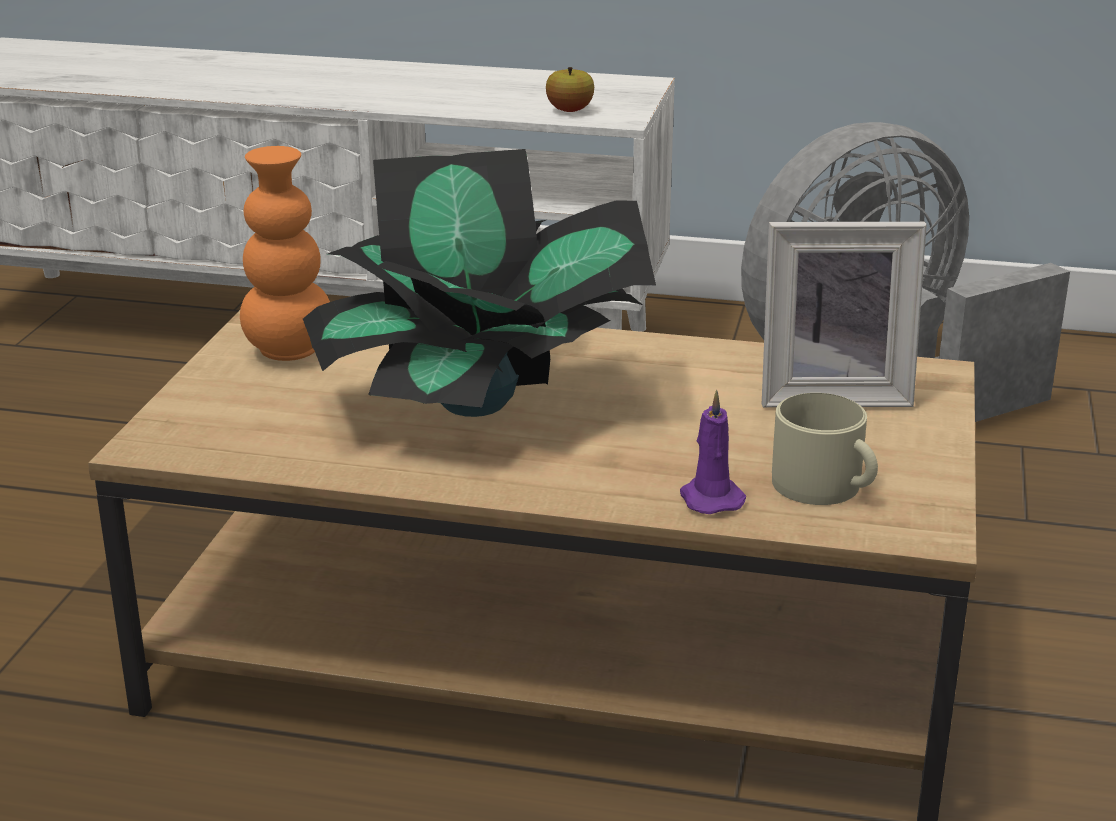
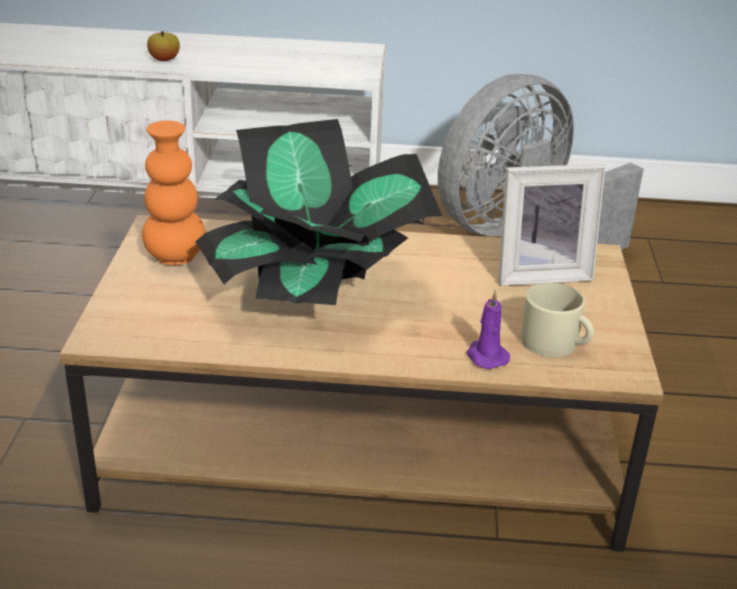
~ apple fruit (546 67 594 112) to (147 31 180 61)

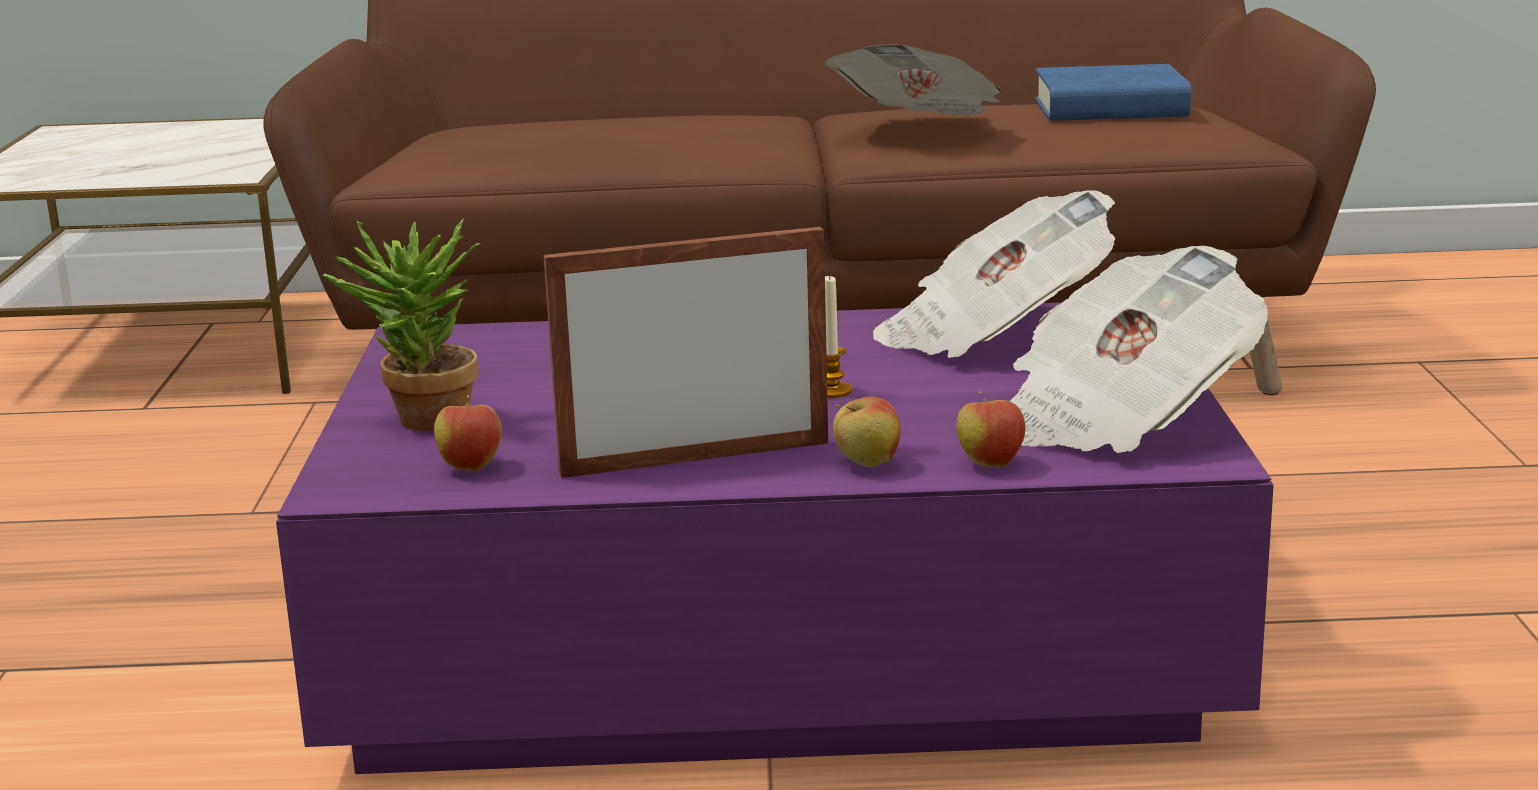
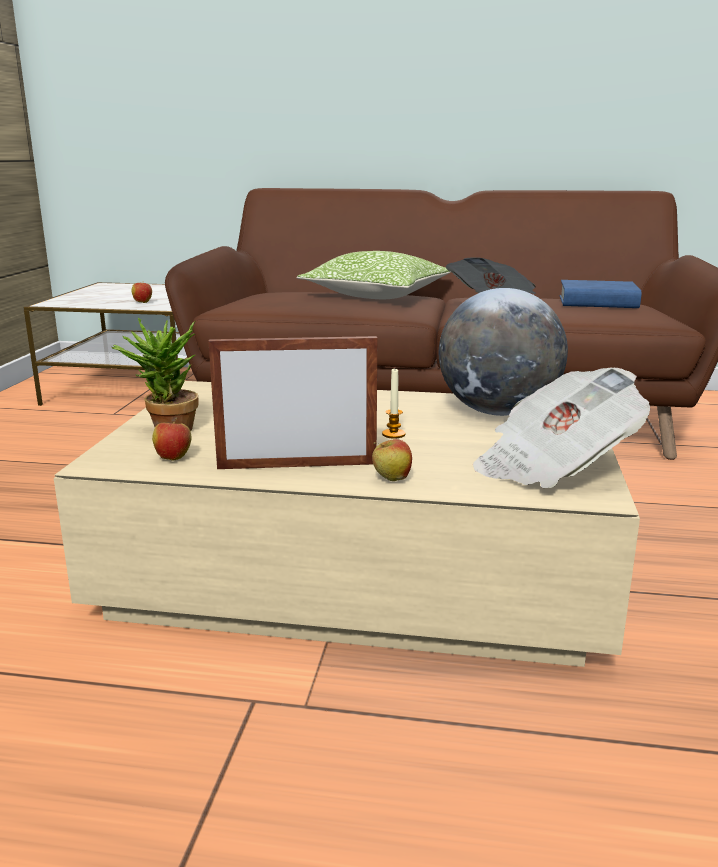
+ cushion (296 251 451 299)
~ apple fruit (956 391 1025 468) to (132 283 152 303)
~ printed paper (873 190 1115 358) to world globe (439 288 568 416)
~ coffee table (purplish) (276 302 1274 774) to coffee table (beige-coloured) (54 381 640 667)

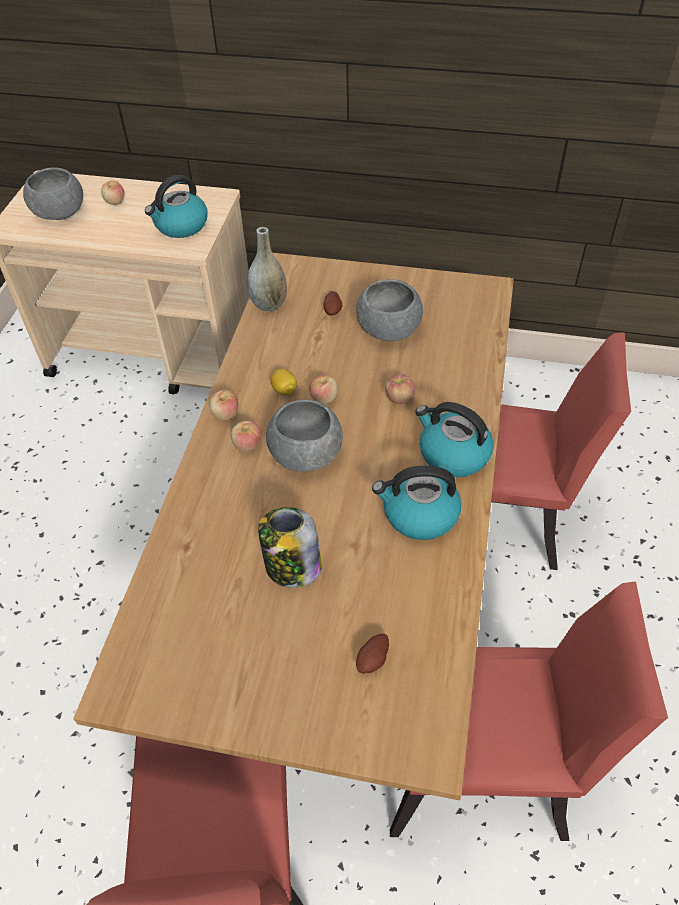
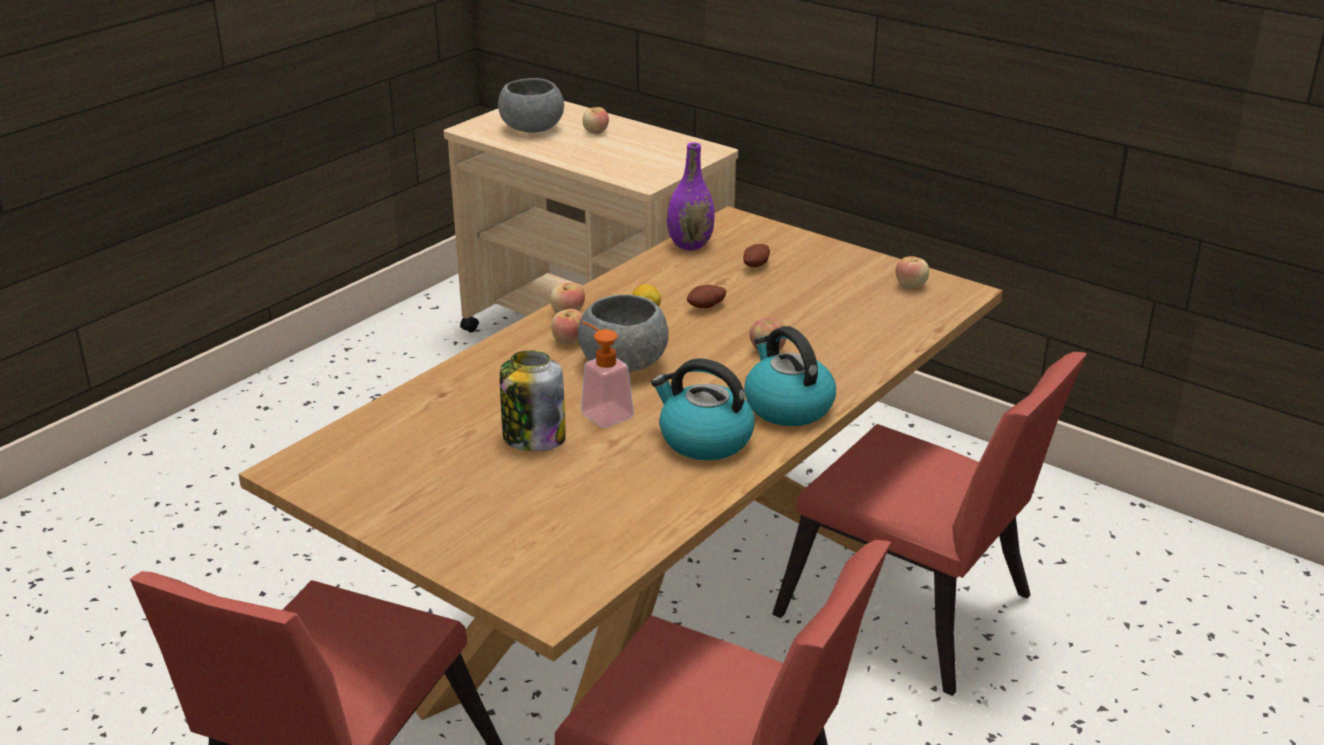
- water kettle (145 175 208 238)
- deep dish (grey) (356 279 423 341)
+ liquid soap bottle (581 321 634 428)
~ apple fruit (309 375 338 404) to (896 256 929 288)
~ spud (356 634 389 674) to (687 285 726 309)
~ decorative vase (grey) (247 227 287 311) to decorative vase (purplish) (667 142 715 251)

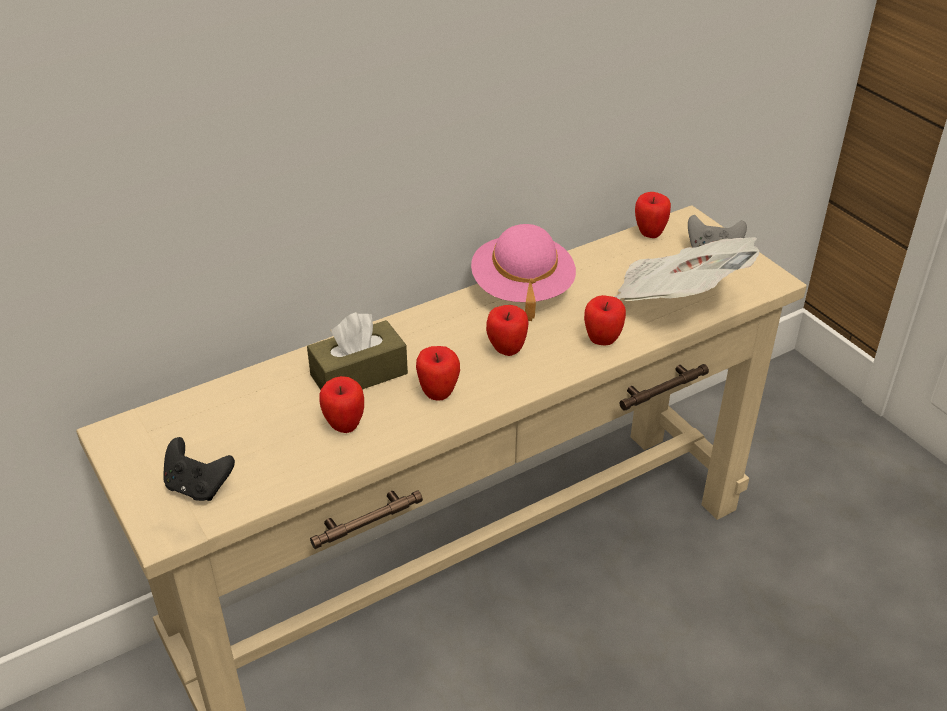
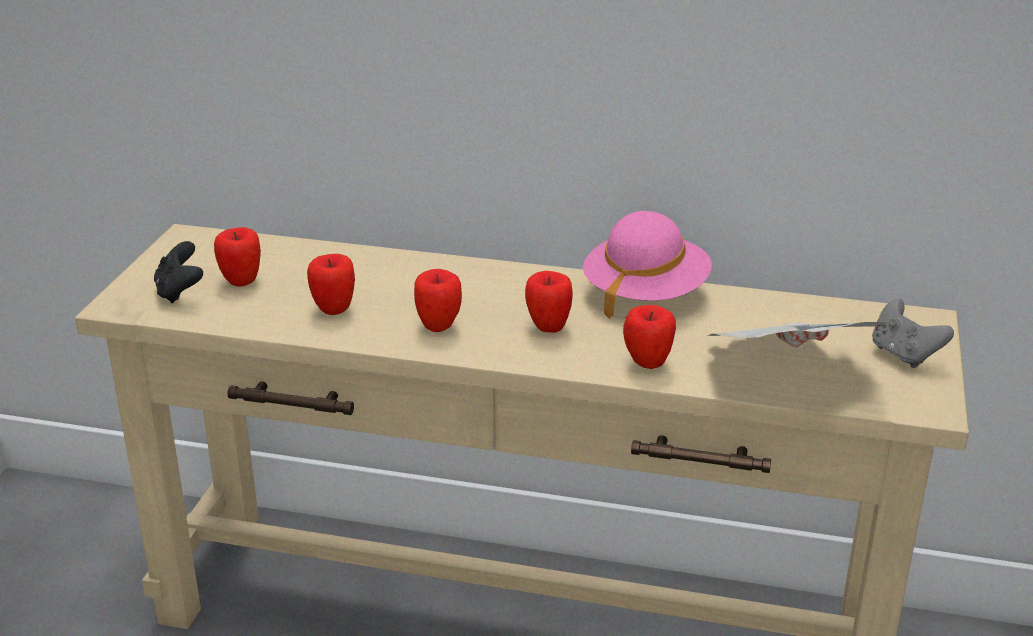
- box of tissues (brown-coloured) (307 312 408 390)
~ apple fruit (635 192 671 238) to (214 227 261 287)

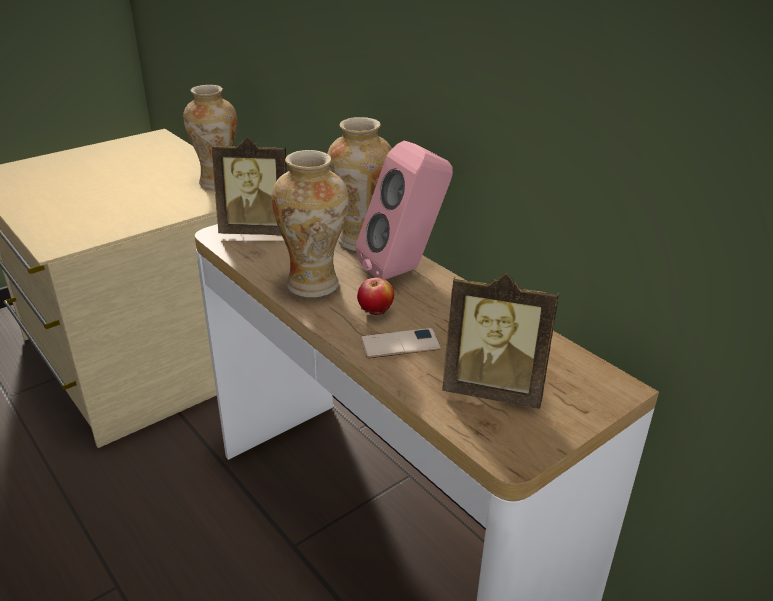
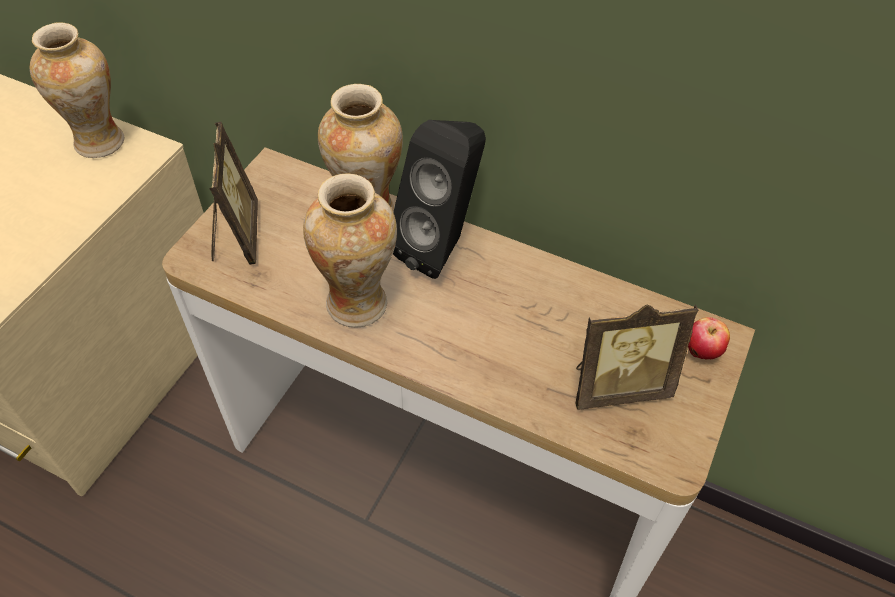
- telephone (360 328 441 358)
~ apple fruit (357 278 394 315) to (688 317 730 359)
~ speaker (pinkish) (356 141 453 280) to speaker (blackish) (393 120 486 279)
~ standing frame (212 136 287 235) = (209 122 258 265) 75 degrees counterclockwise

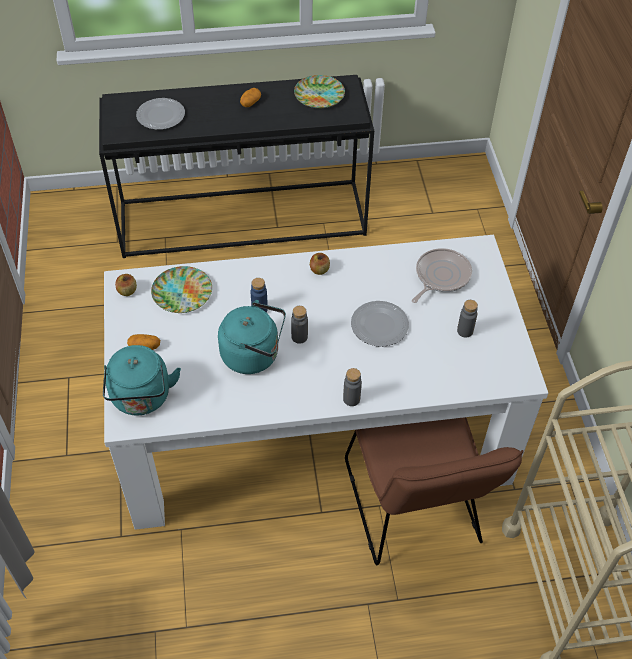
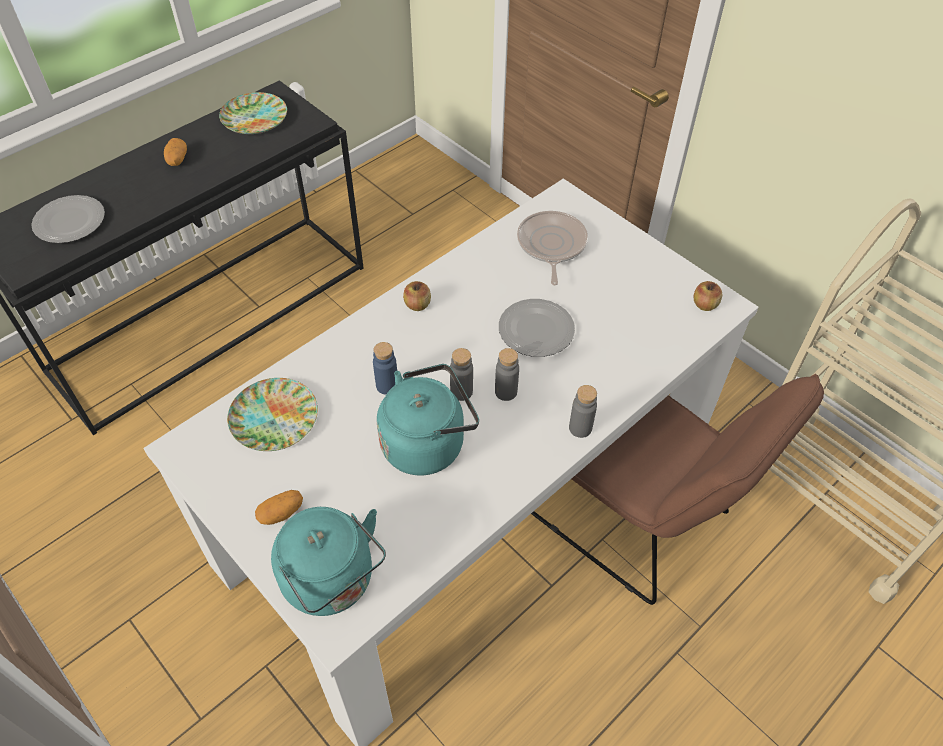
~ apple fruit (115 274 137 296) to (693 281 722 311)
~ beverage bottle (grey) (457 300 478 337) to (495 348 519 401)

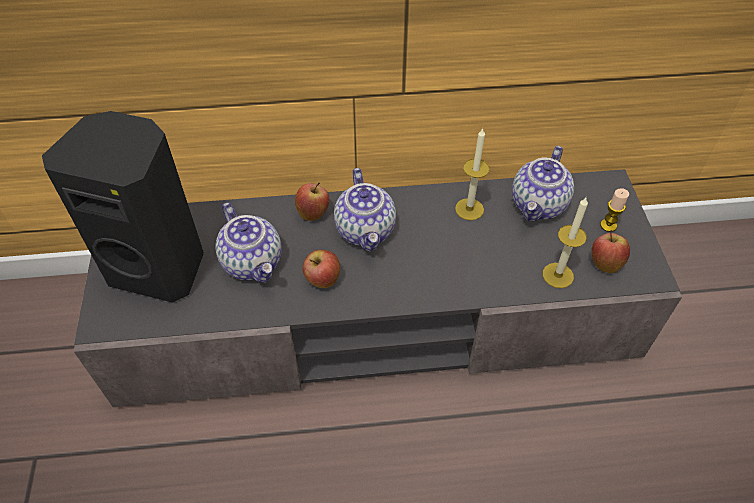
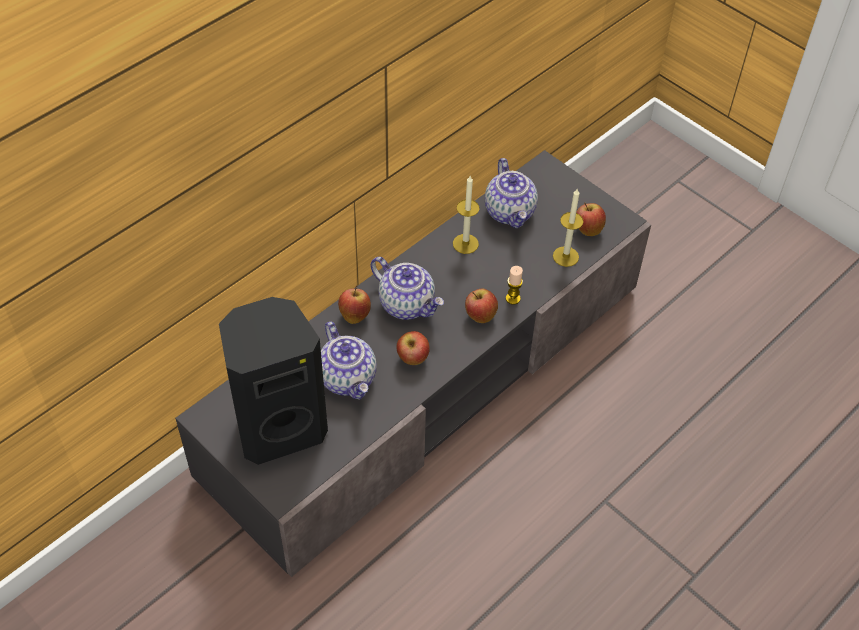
+ apple fruit (465 289 498 323)
~ candle (600 188 629 232) to (506 266 523 305)
~ teapot (215 203 282 283) = (321 322 377 400) 45 degrees clockwise

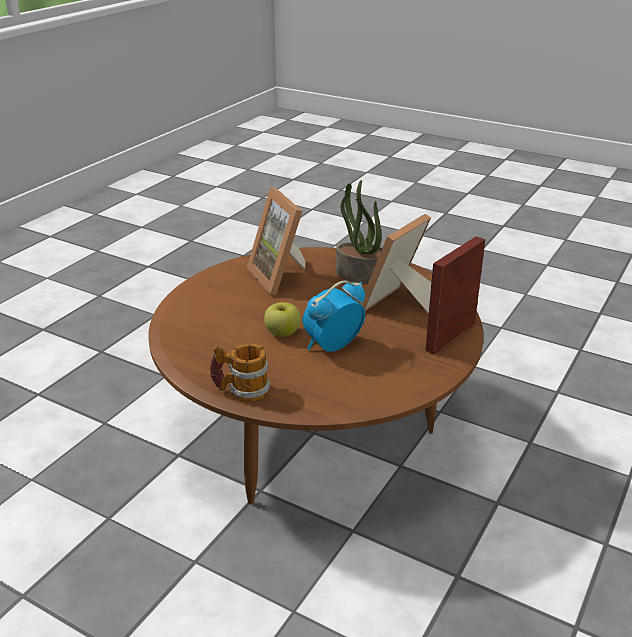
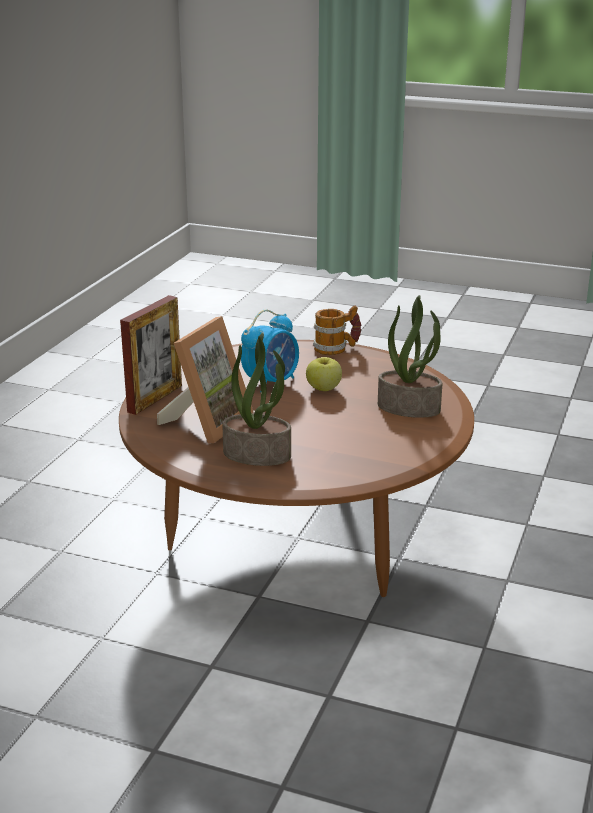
- standing frame (247 187 306 295)
+ plant in a pot (378 295 442 418)

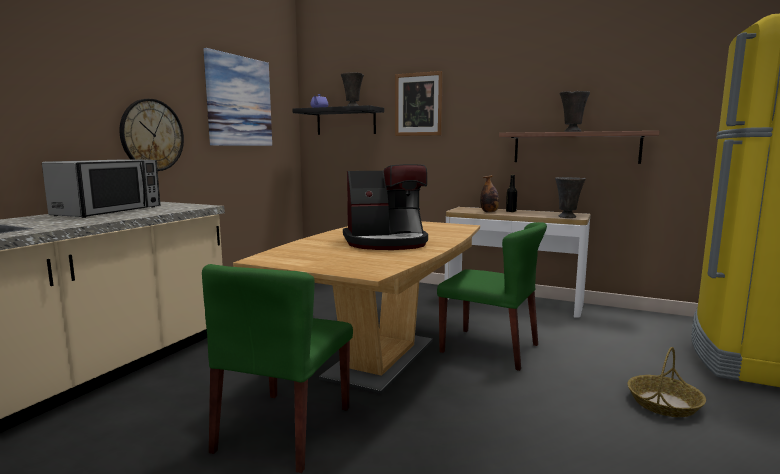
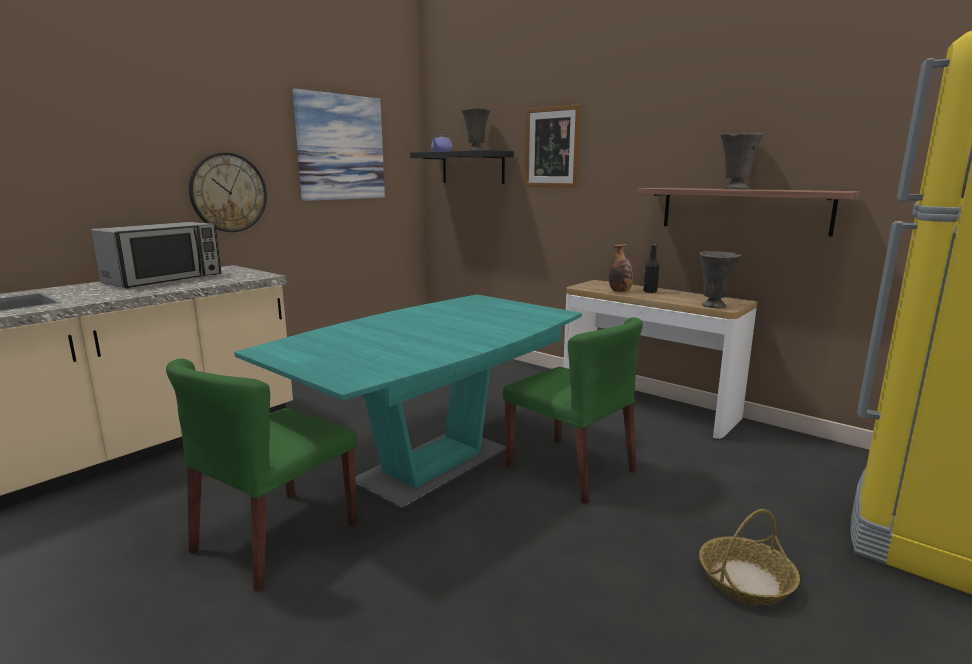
- coffee maker (343 164 428 250)
~ dining table (brown-coloured) (233 221 480 394) to dining table (turquoise) (234 295 582 511)

